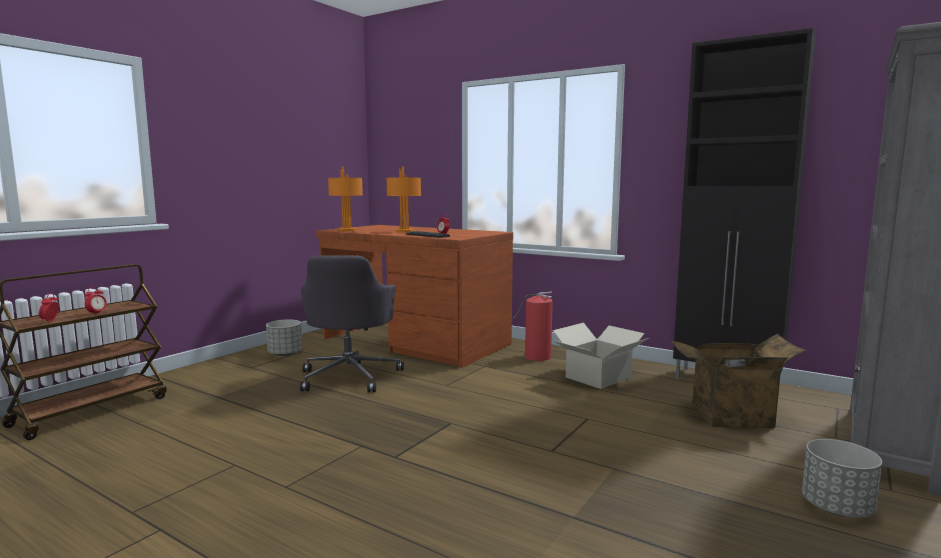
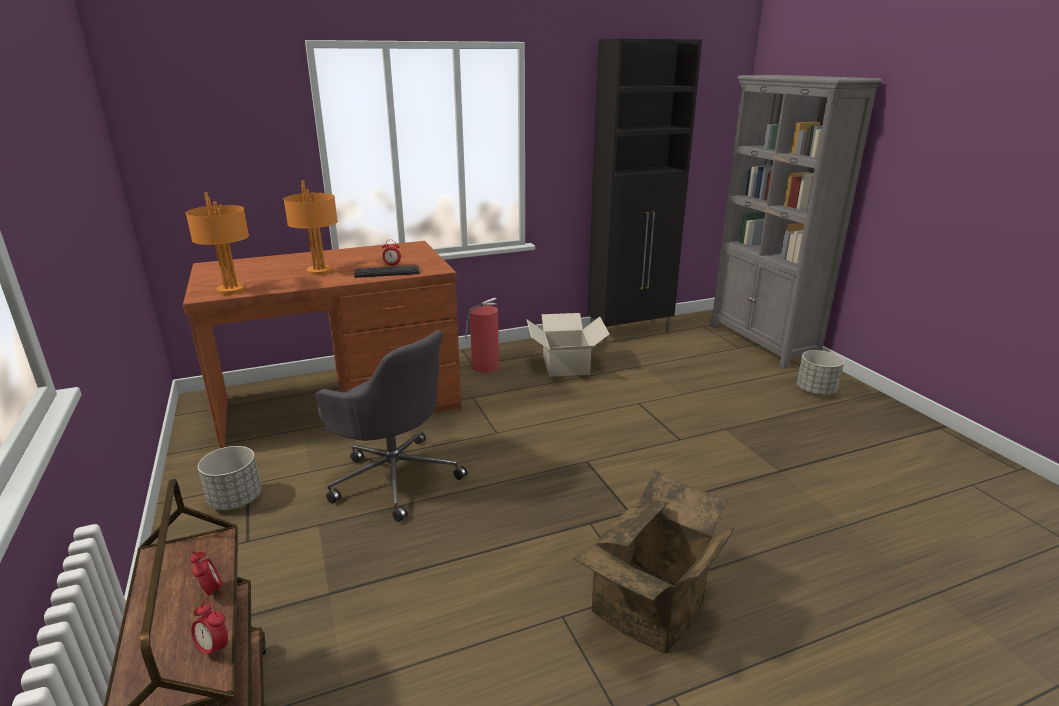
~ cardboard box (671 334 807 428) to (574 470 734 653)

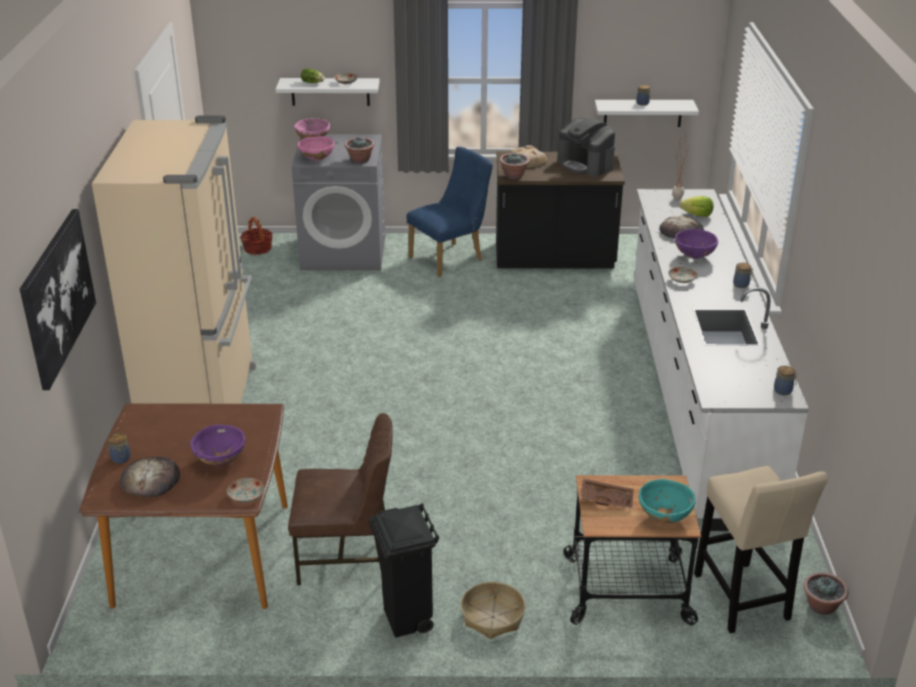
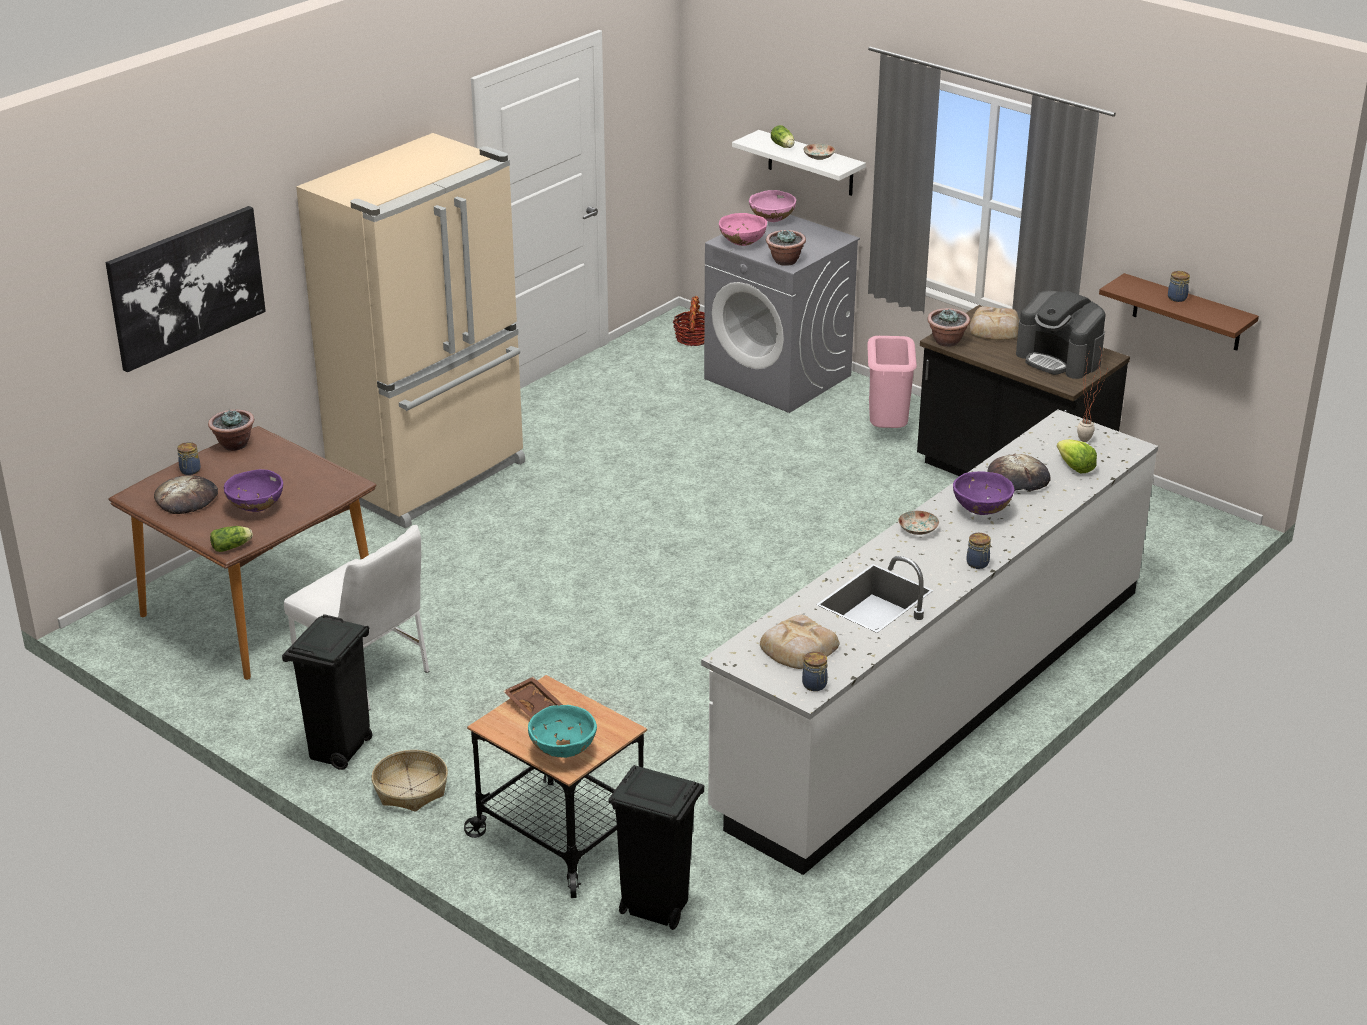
+ bread (760 615 839 669)
~ plant in a pot (803 572 849 615) to (208 410 254 451)
~ flat dish (227 478 265 503) to lettuce head (210 526 253 552)
~ plain chair (blue) (407 147 493 277) to rubbish bin (pinkish) (867 336 917 428)
~ sitting stool (beige-coloured) (694 466 828 634) to rubbish bin (blackish) (608 765 704 930)
~ plain chair (brown-coloured) (288 413 393 585) to plain chair (whitish) (284 525 430 710)
~ wall shelf (whitish) (595 100 699 127) to wall shelf (brown-coloured) (1099 273 1259 351)
~ coffee maker (557 118 615 177) = (1016 291 1106 379) 45 degrees counterclockwise

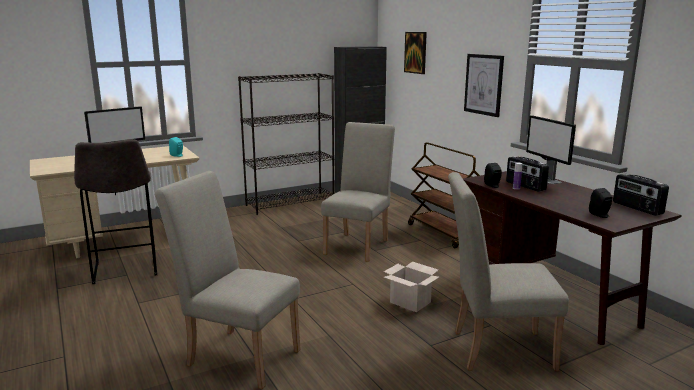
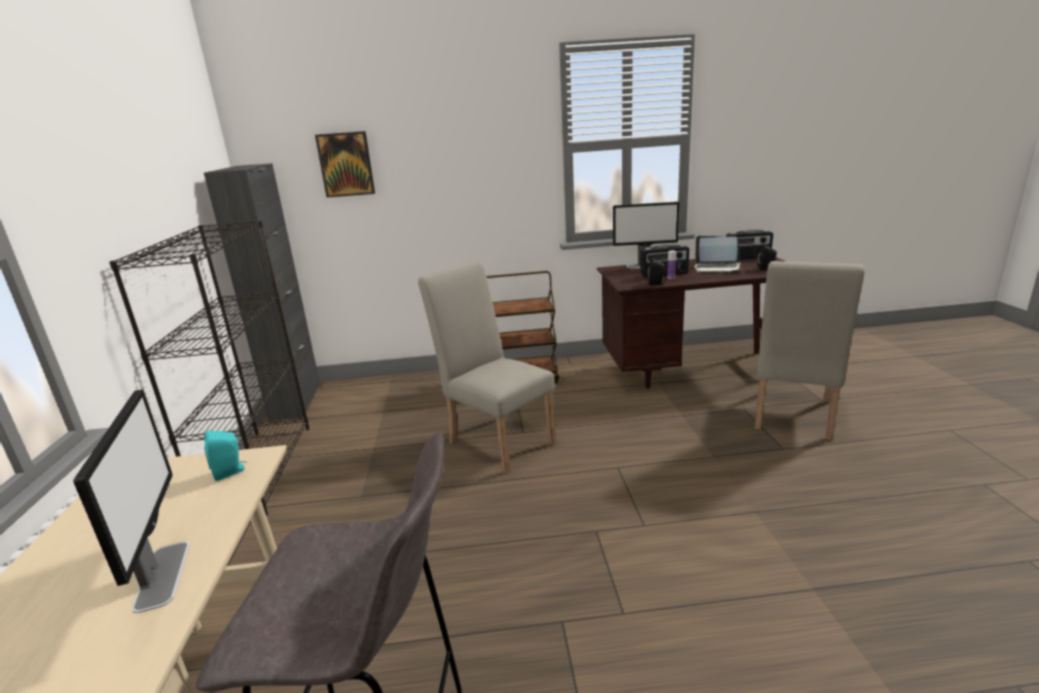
- plain chair (beige-coloured) (155 171 301 389)
- cardboard box (384 262 439 312)
- wall picture (464 54 504 117)
+ notebook computer (694 236 742 274)

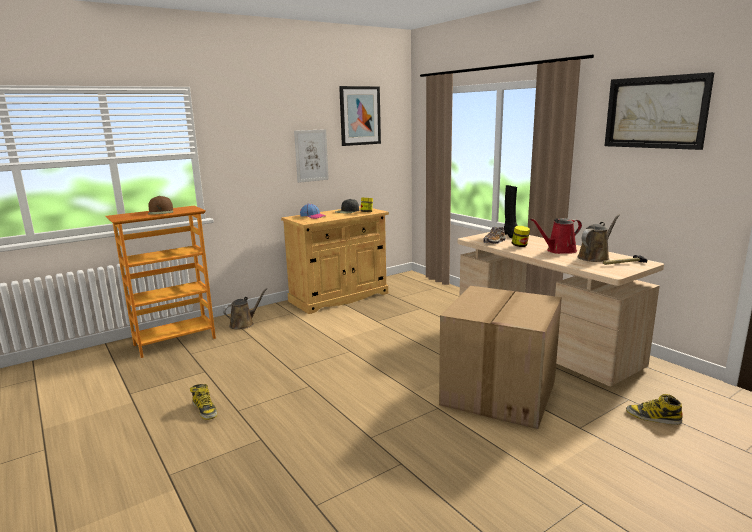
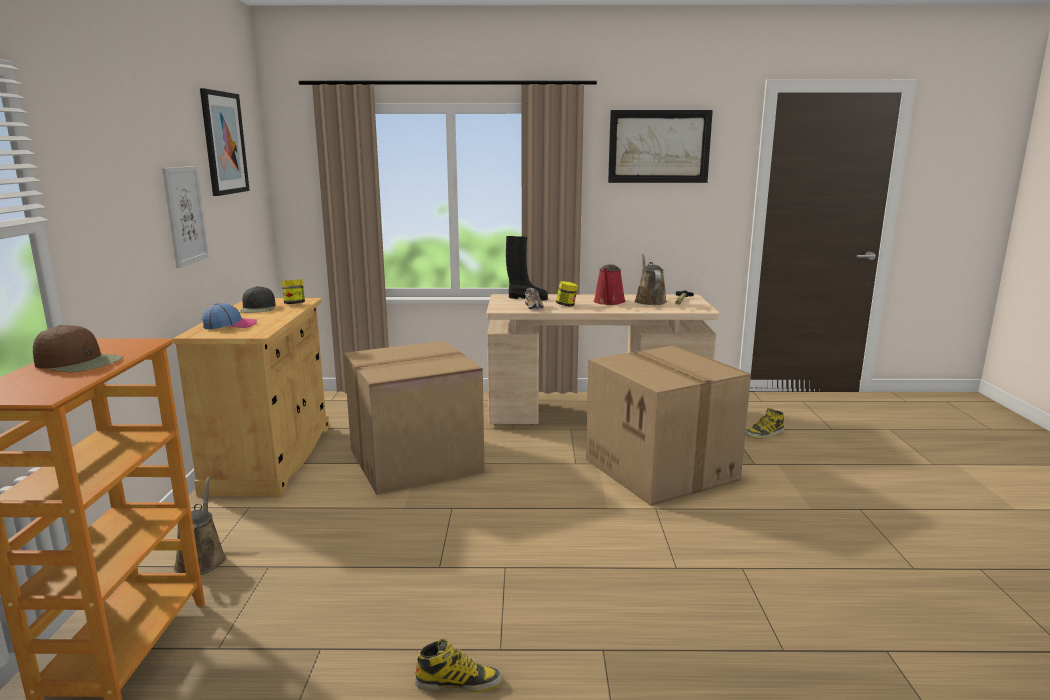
+ cardboard box (344 340 485 495)

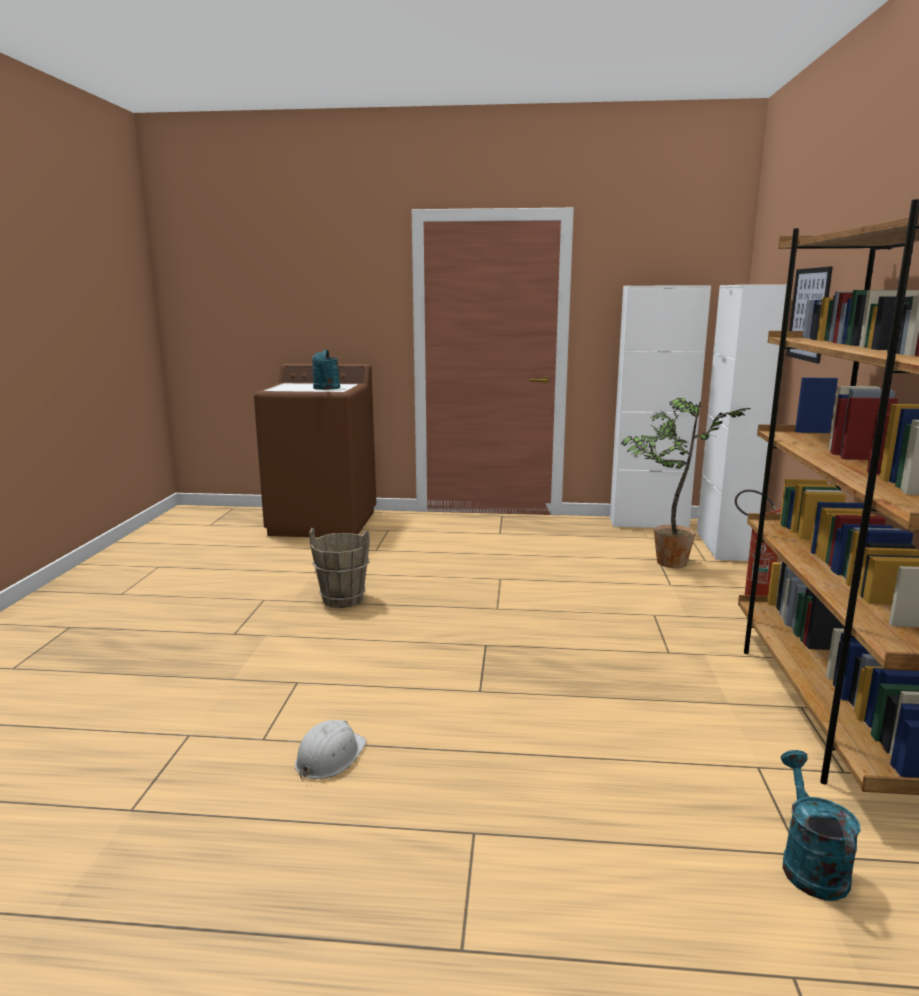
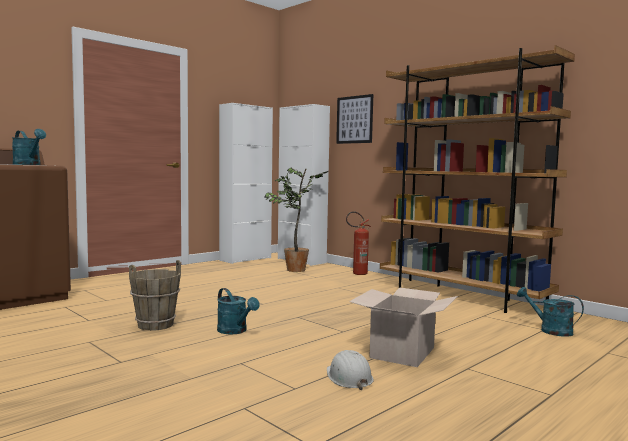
+ watering can (turquoise) (217 288 260 335)
+ cardboard box (349 288 458 367)

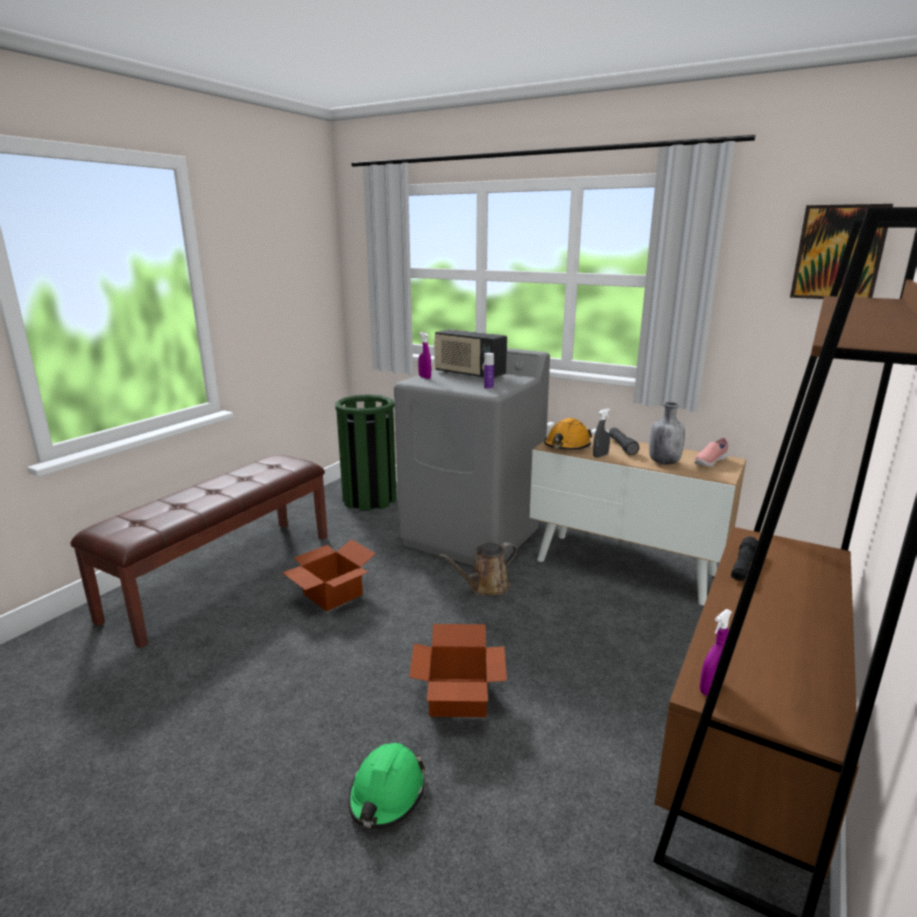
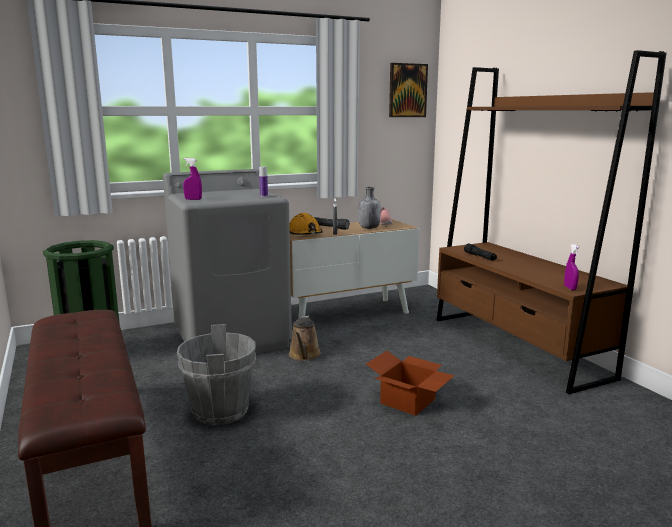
- safety helmet (green) (348 743 426 829)
- radio (434 329 507 378)
~ cardboard box (282 539 376 611) to water bucket (grey) (177 324 256 425)

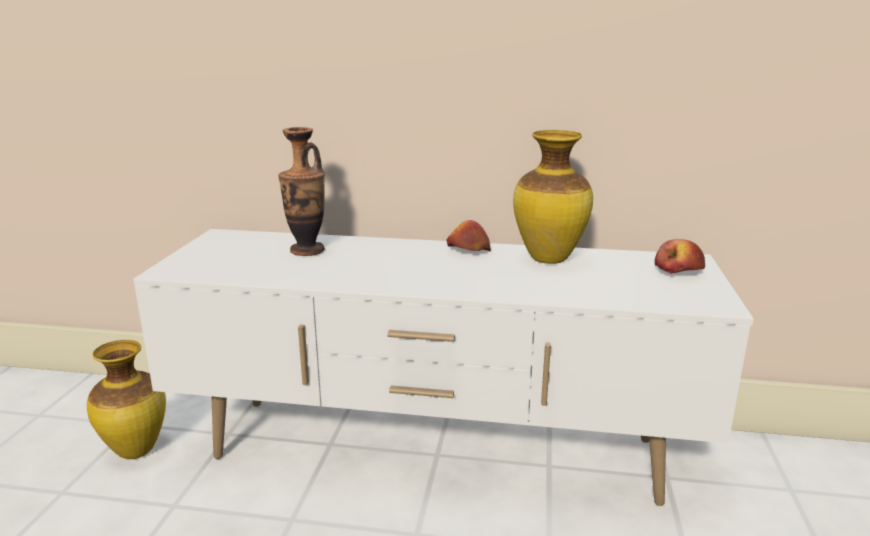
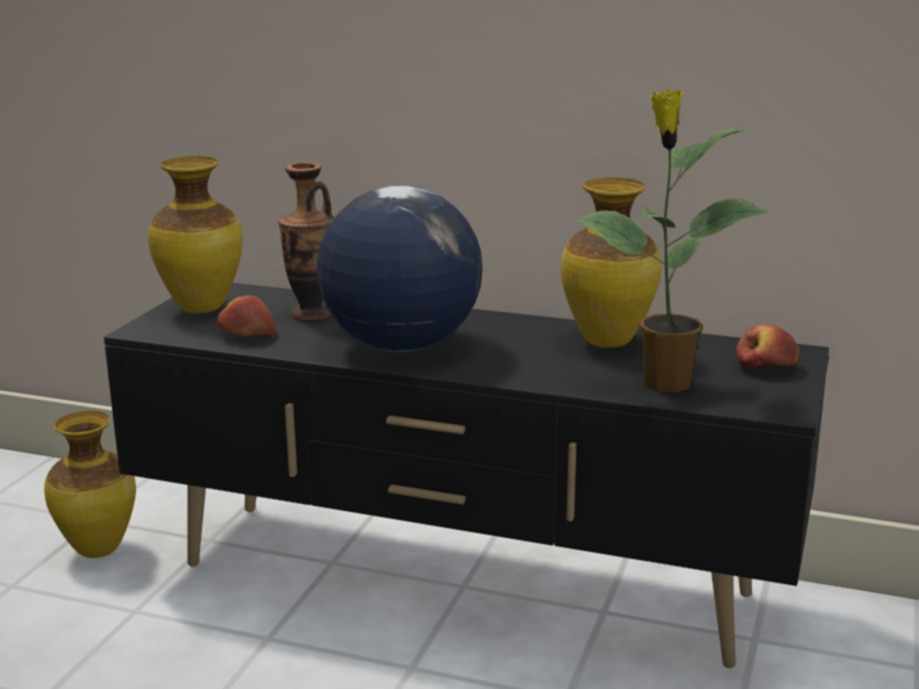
+ decorative vase (148 156 243 313)
+ world globe (317 185 483 352)
+ plant in a pot (573 89 770 393)
~ apple fruit (447 220 491 251) to (217 295 276 338)
~ tv stand (whitish) (133 229 754 506) to tv stand (blackish) (104 283 829 668)

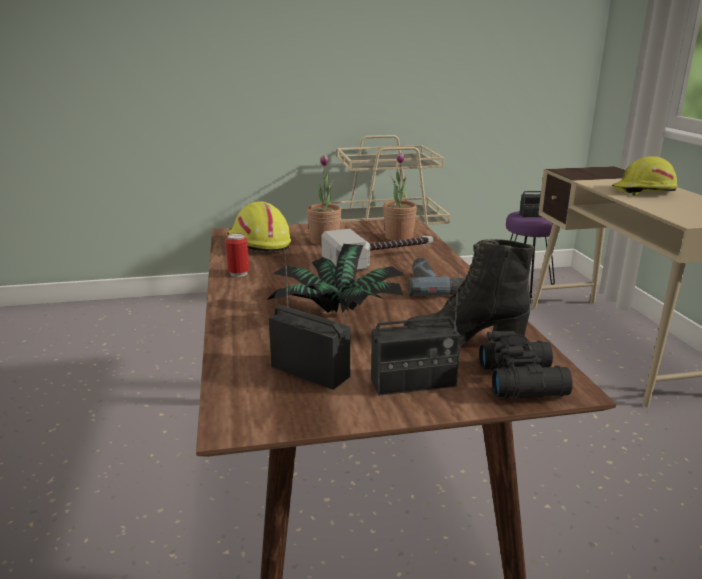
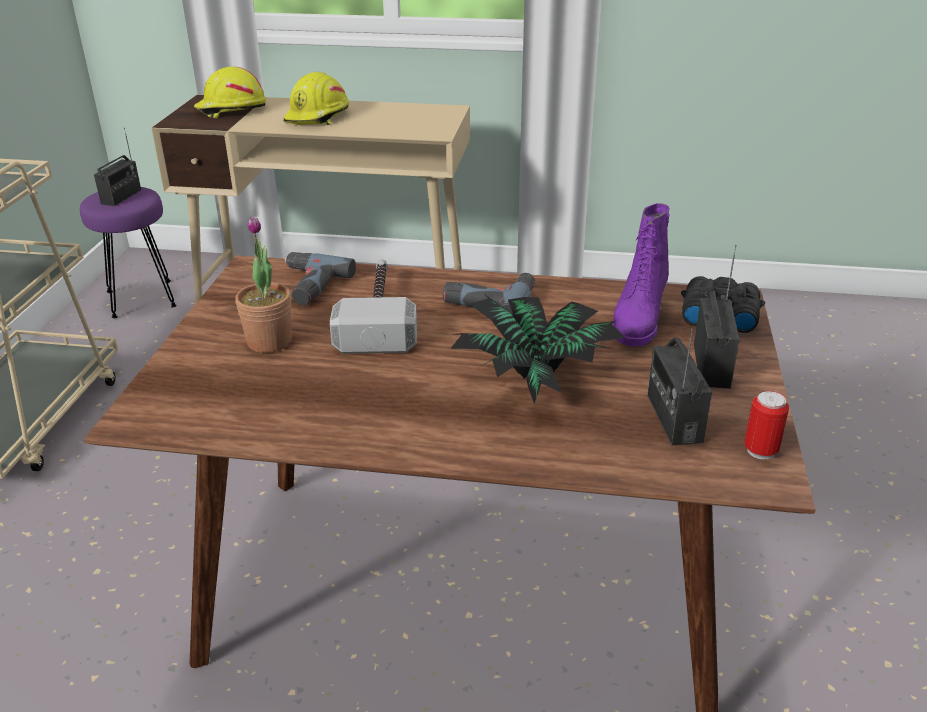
~ can (226 233 249 277) to (744 390 789 459)
~ safety helmet (yellow-coloured) (227 201 291 252) to (193 67 266 118)
~ plant in a pot (383 152 417 241) to electric drill (284 252 356 306)
~ boot (blackish) (404 239 535 347) to boot (purplish) (612 203 670 347)
~ radio (269 252 350 390) = (647 328 712 445) 60 degrees counterclockwise

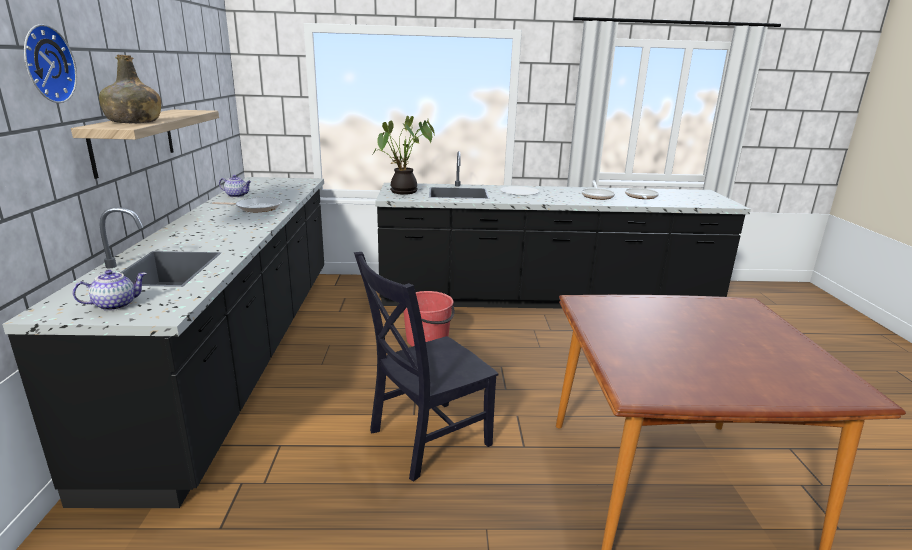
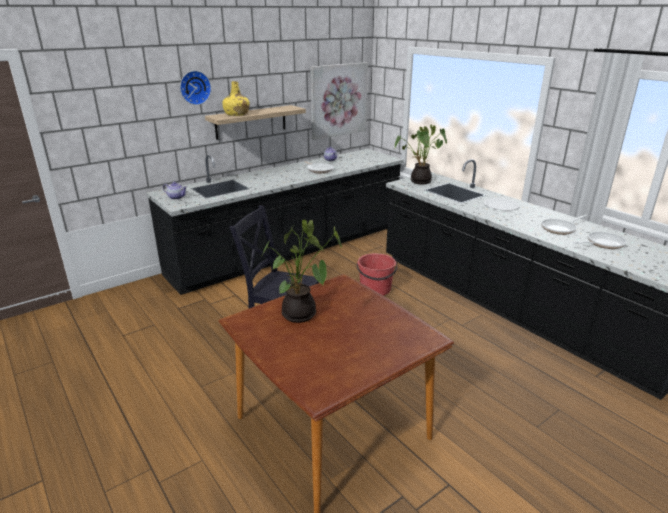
+ plant in a pot (261 220 342 323)
+ wall picture (310 62 368 140)
~ beverage bottle (green) (99 55 161 123) to beverage bottle (yellow-coloured) (222 81 250 116)

